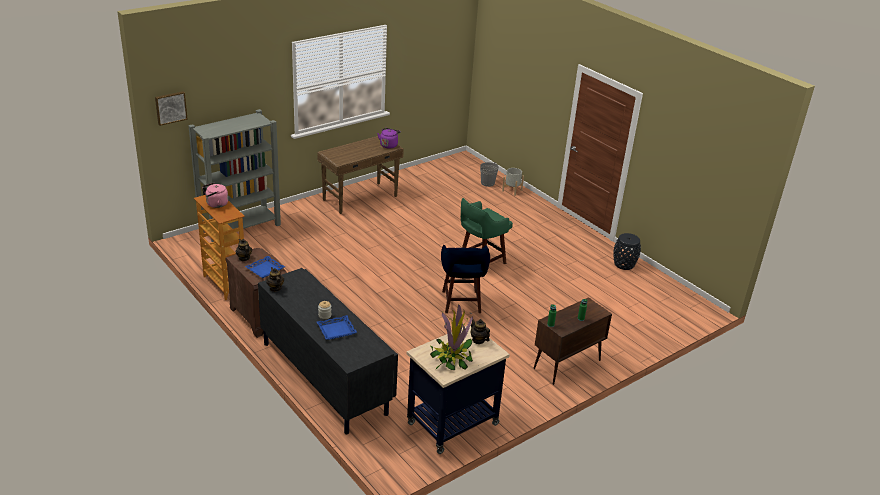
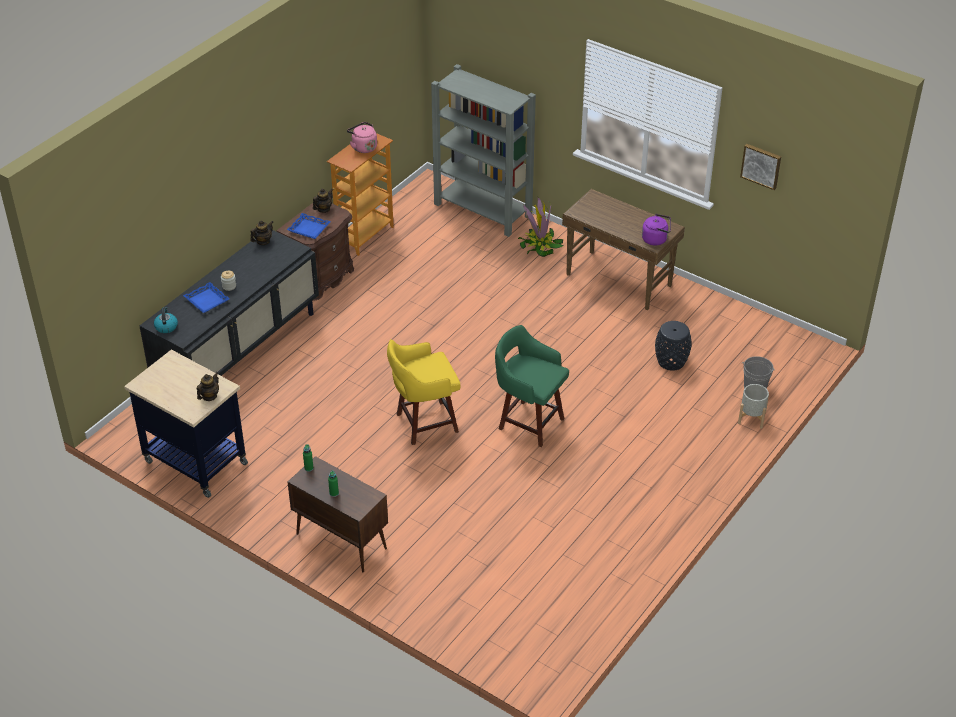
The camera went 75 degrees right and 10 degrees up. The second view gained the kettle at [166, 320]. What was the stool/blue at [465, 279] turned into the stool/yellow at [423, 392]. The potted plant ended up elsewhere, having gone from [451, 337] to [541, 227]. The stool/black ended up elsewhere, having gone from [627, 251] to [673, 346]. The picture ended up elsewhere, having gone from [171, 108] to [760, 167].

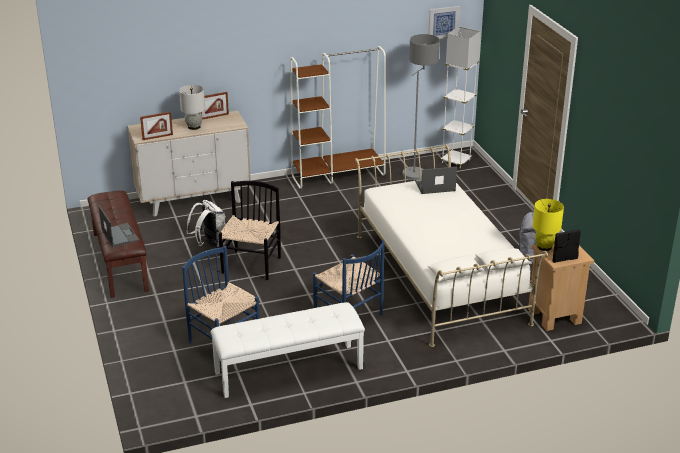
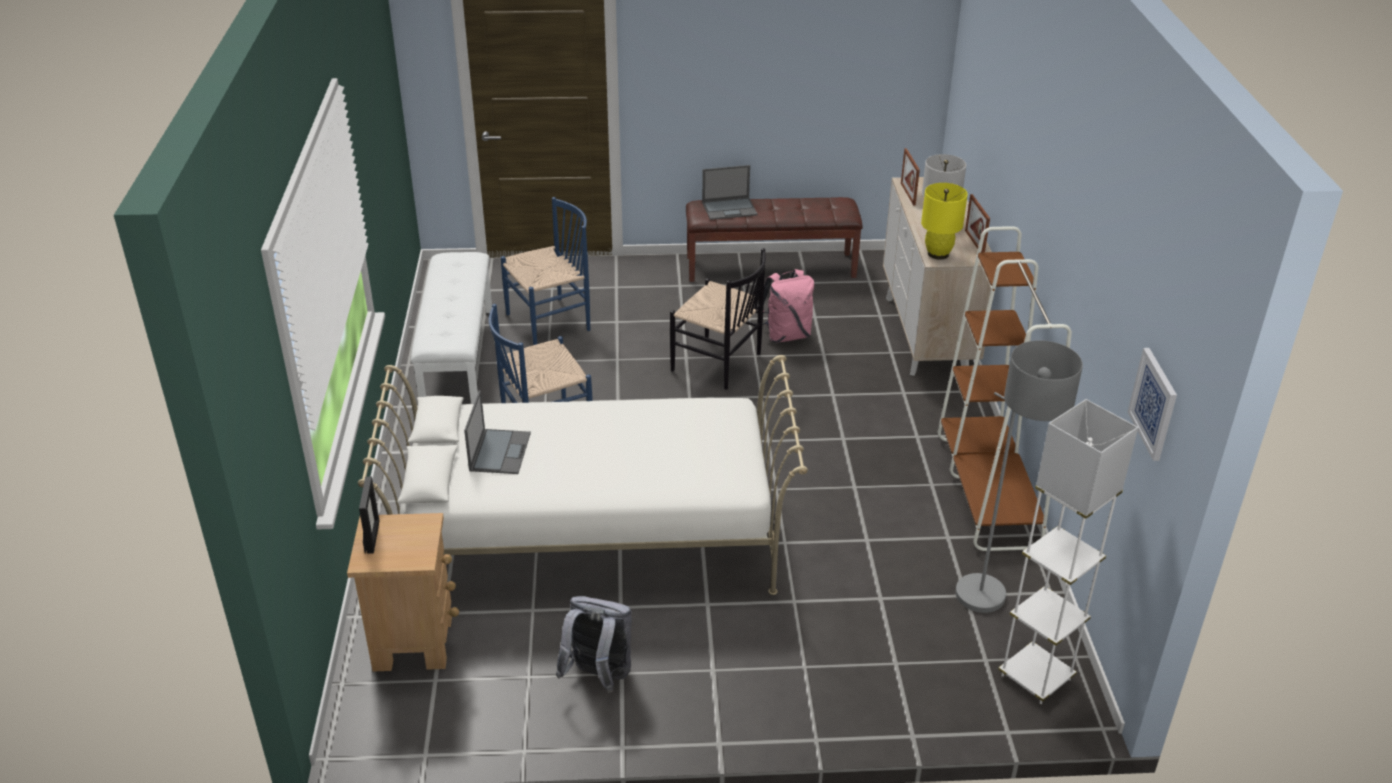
The camera went 105 degrees right and 5 degrees up. The laptop ended up elsewhere, having gone from [436, 180] to [497, 432]. What was the backpack/white at [206, 224] turned into the backpack/pink at [788, 306]. The table lamp/yellow ended up elsewhere, having gone from [548, 225] to [944, 221].

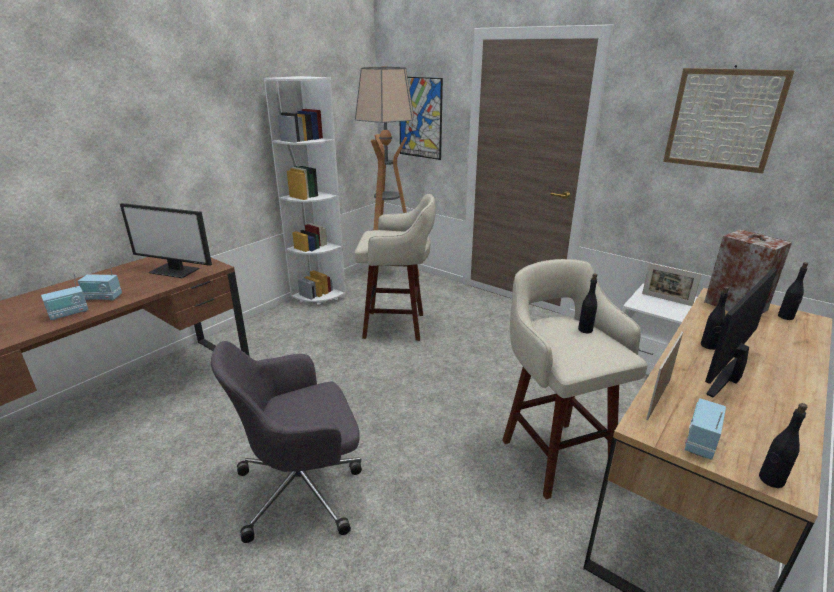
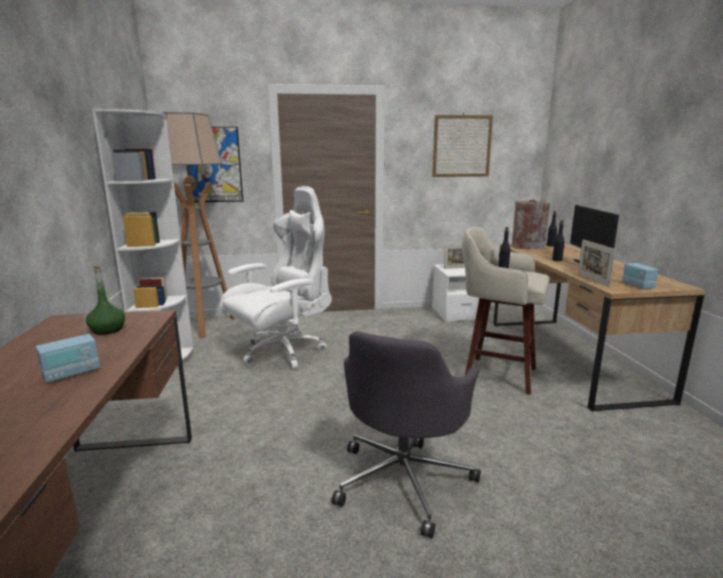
The camera went 45 degrees left and 10 degrees down. Where the monitor stood at [166, 240], the bottle/green came to stand at [105, 300]. Where the stool/beige stood at [395, 267], the office chair/white came to stand at [276, 278]. The second view lost the radio at [65, 296]. The second view lost the bottle/black at [783, 445].

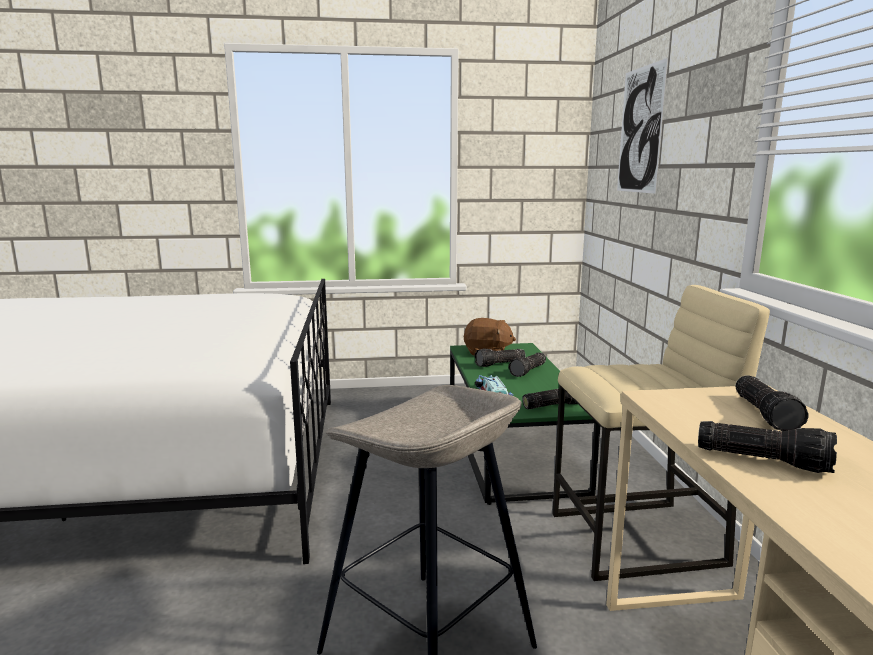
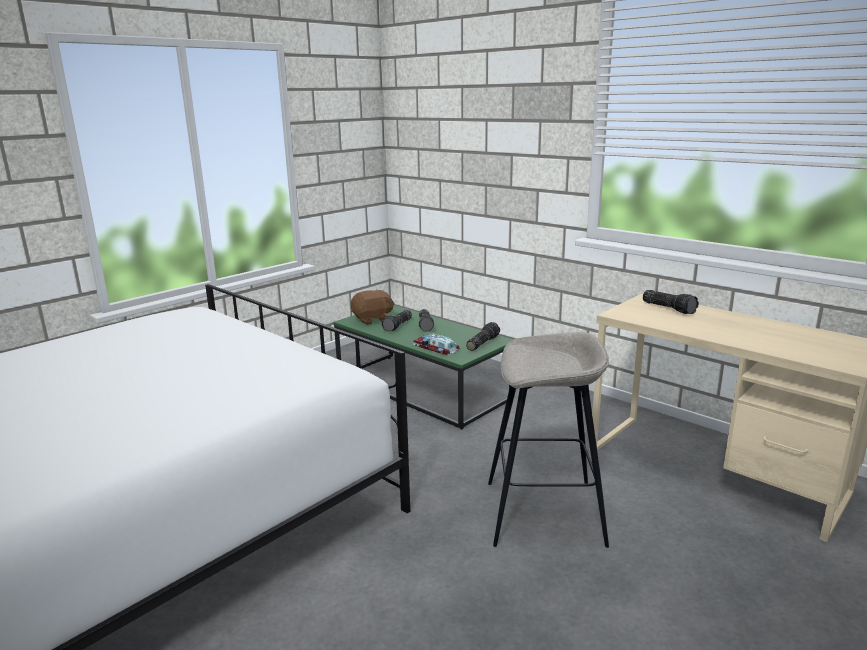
The camera went 40 degrees left and 5 degrees up. The second view lost the stool/beige at [661, 433]. The second view lost the picture at [642, 126]. The second view lost the flashlight at [767, 447].

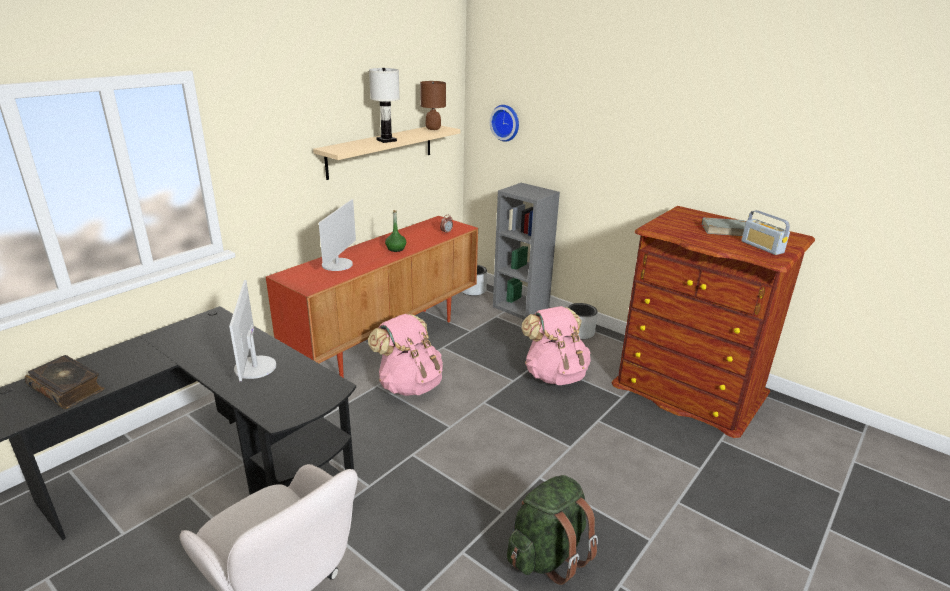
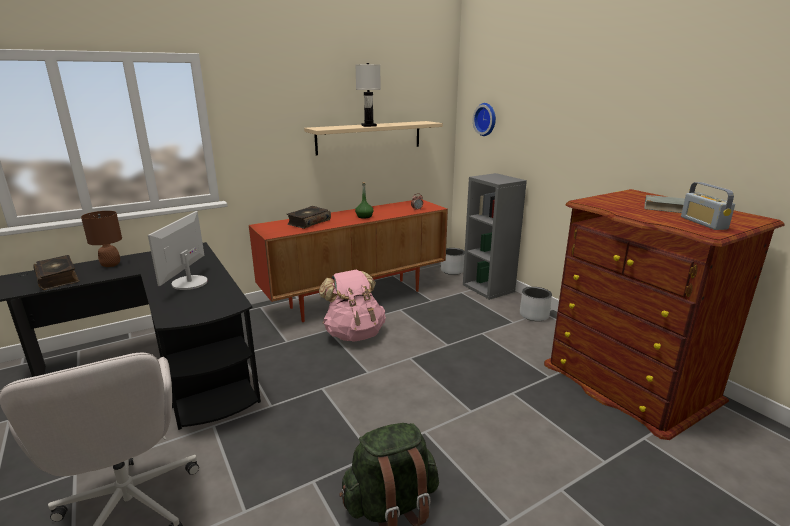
The camera went 20 degrees right and 5 degrees down. The table lamp/brown ended up elsewhere, having gone from [433, 105] to [101, 239]. Where the monitor stood at [337, 235], the book came to stand at [309, 217]. The second view lost the backpack/pink at [556, 345].

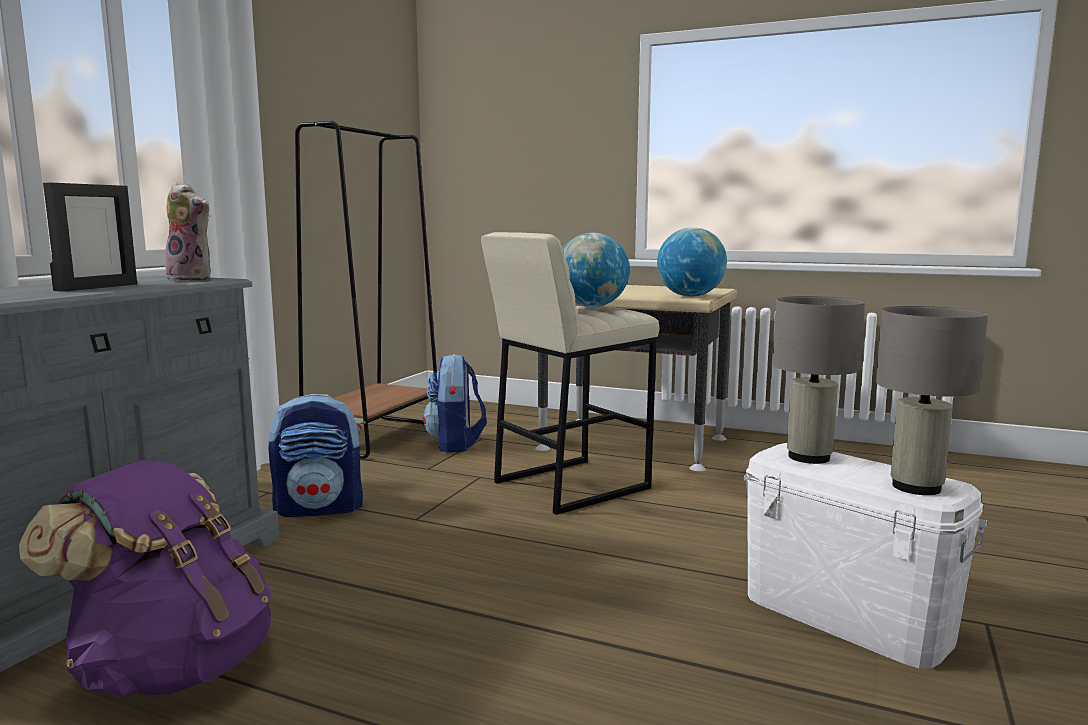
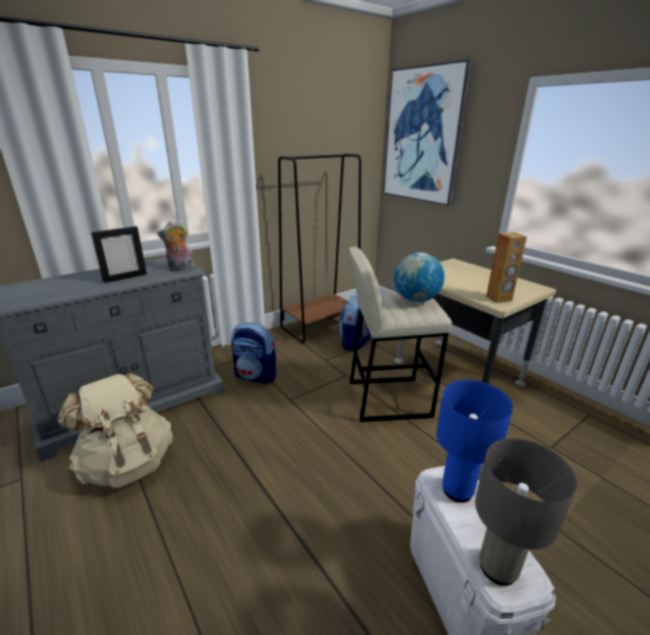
The camera went 30 degrees right and 15 degrees up. What was the backpack/purple at [145, 578] turned into the backpack/beige at [115, 430]. The plush toy at [188, 232] ended up facing another way, 105 degrees clockwise from before. The second view gained the picture at [428, 132]. What was the table lamp/grey at [819, 380] turned into the table lamp/blue at [475, 441]. Where the globe stood at [692, 262], the speaker/brown came to stand at [506, 267].

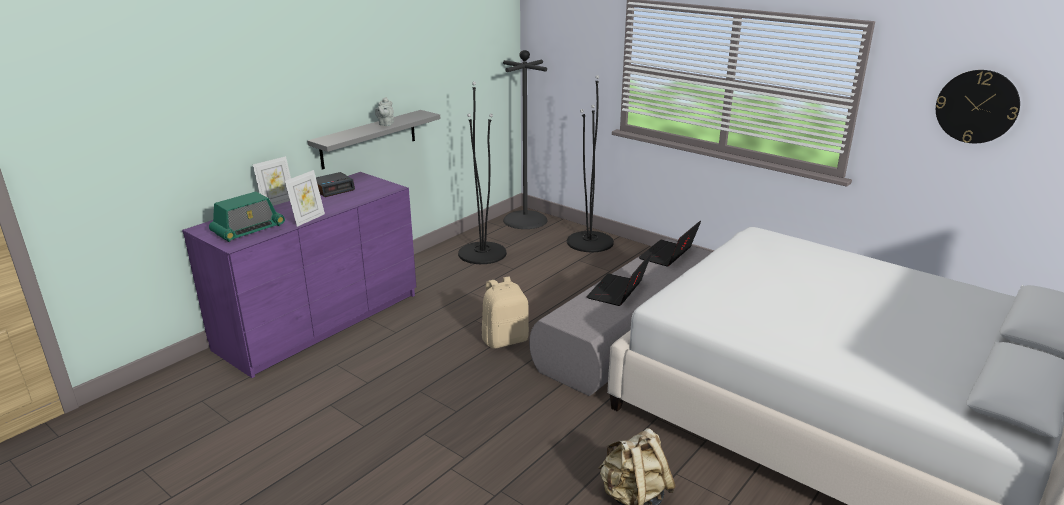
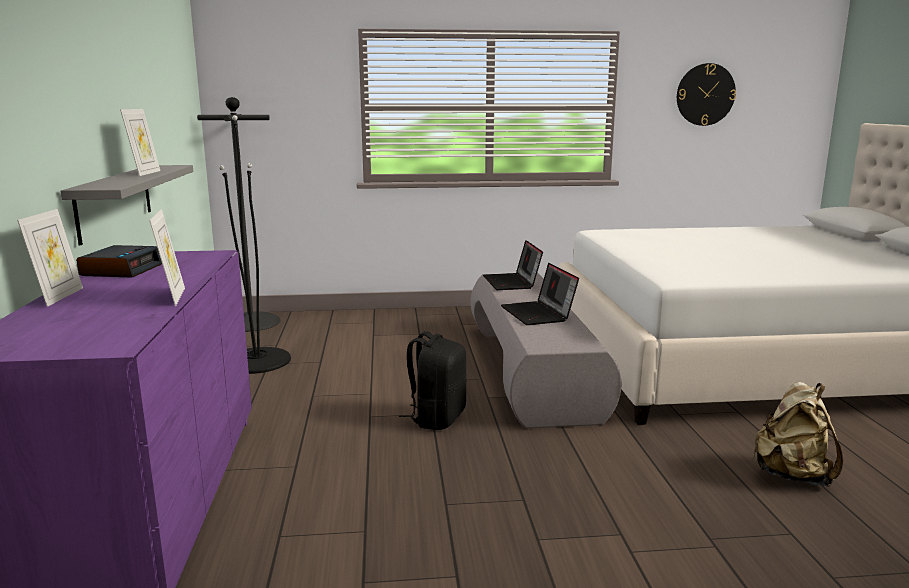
The camera went 45 degrees left and 10 degrees down. Where the teapot/grey stood at [384, 111], the picture frame came to stand at [140, 142]. What was the backpack/beige at [505, 313] turned into the backpack/black at [433, 380]. The second view lost the radio at [247, 217]. The second view lost the floor lamp/black at [590, 163].

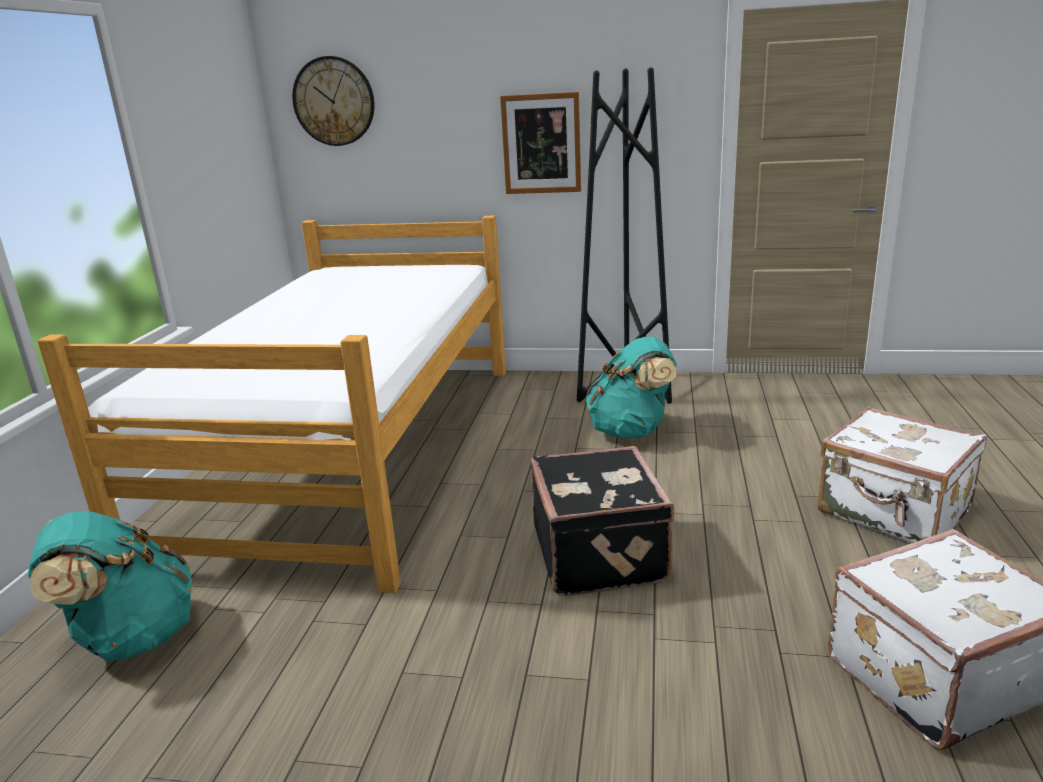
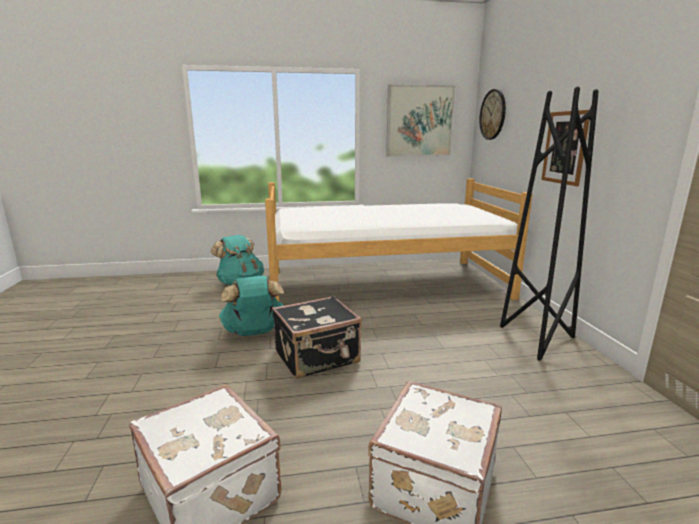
The camera went 70 degrees right and 5 degrees down. The backpack/turquoise ended up elsewhere, having gone from [631, 388] to [251, 306]. The second view gained the picture at [420, 120].

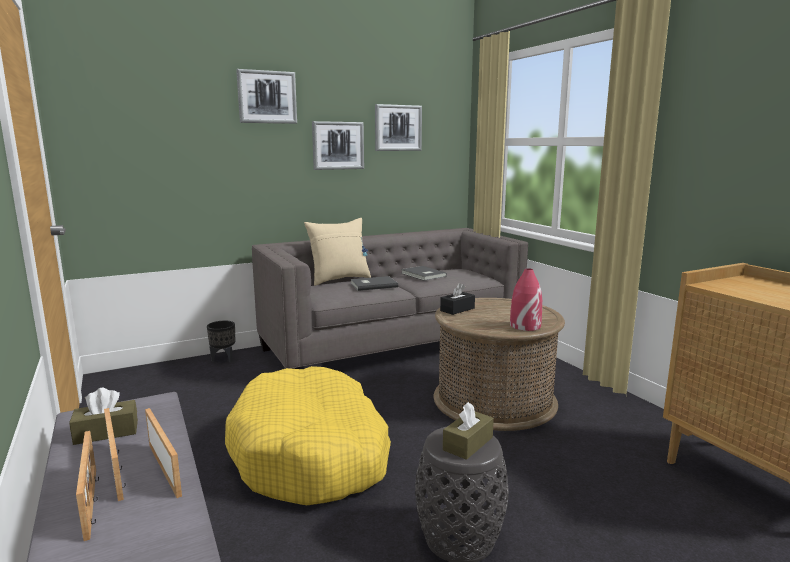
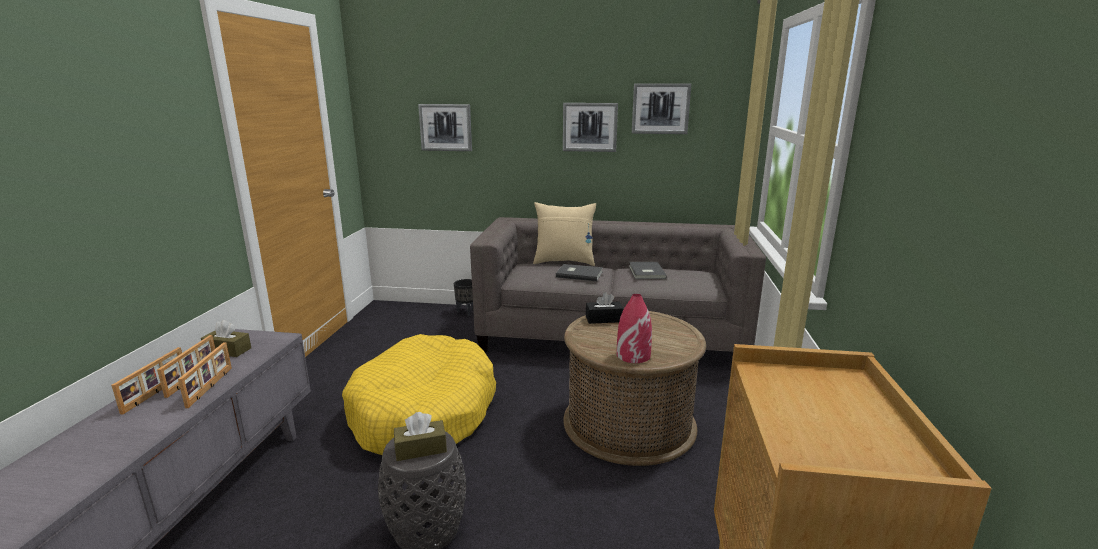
The camera went 35 degrees right and 5 degrees up. The picture ended up elsewhere, having gone from [266, 96] to [445, 127].

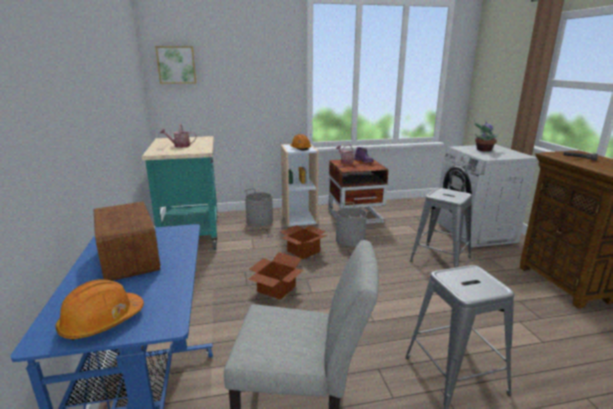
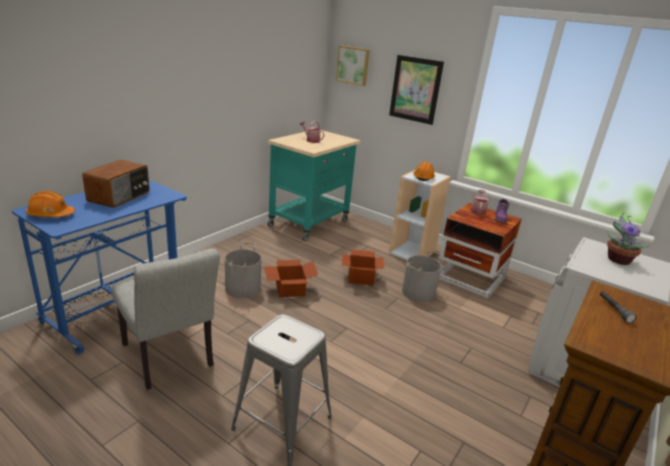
The camera went 45 degrees right and 5 degrees up. The bucket/grey ended up elsewhere, having gone from [259, 207] to [243, 270]. The second view gained the picture at [416, 90]. The second view lost the stool/grey at [441, 228].

